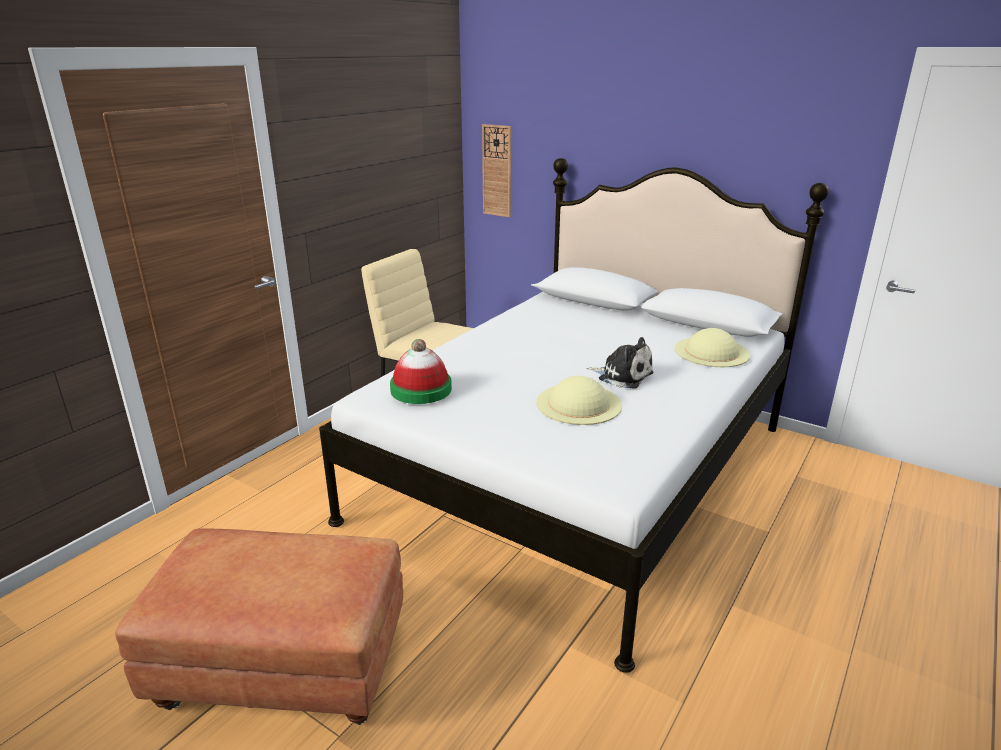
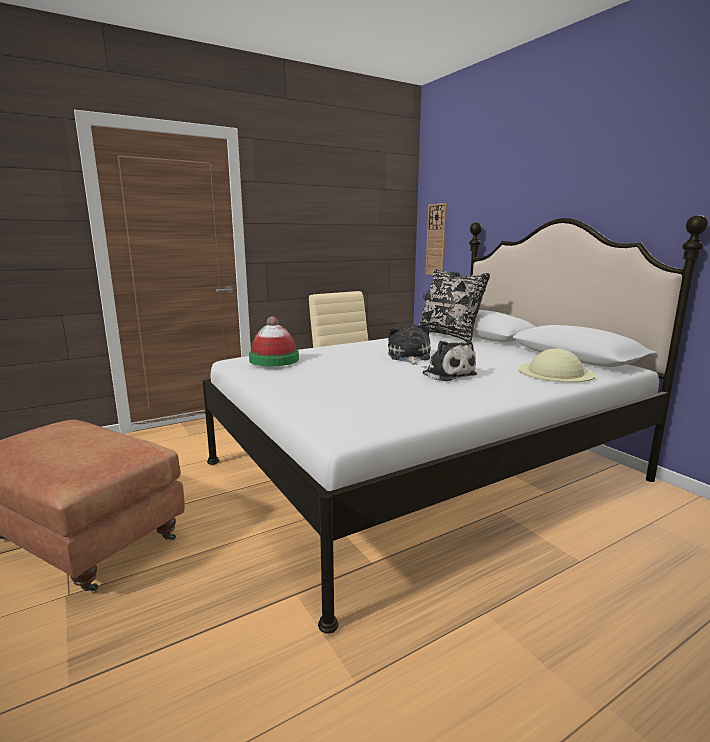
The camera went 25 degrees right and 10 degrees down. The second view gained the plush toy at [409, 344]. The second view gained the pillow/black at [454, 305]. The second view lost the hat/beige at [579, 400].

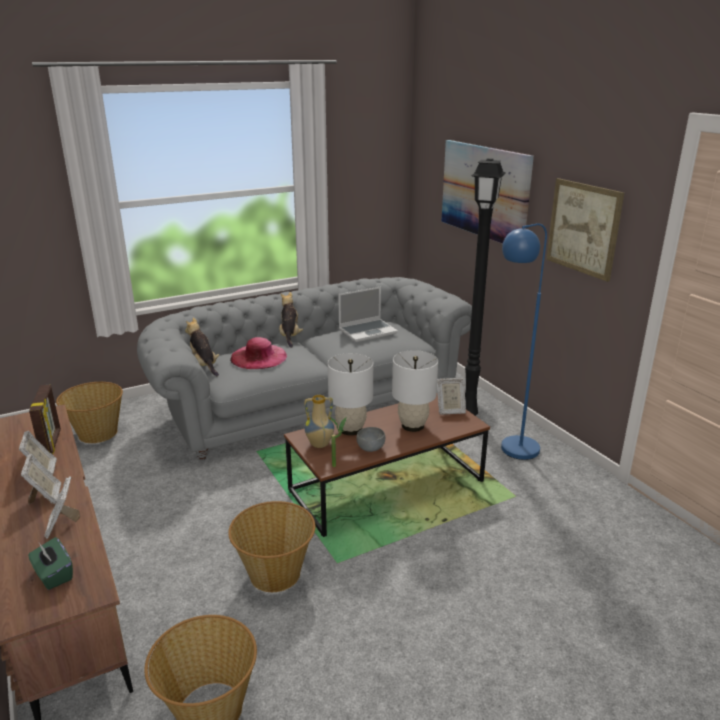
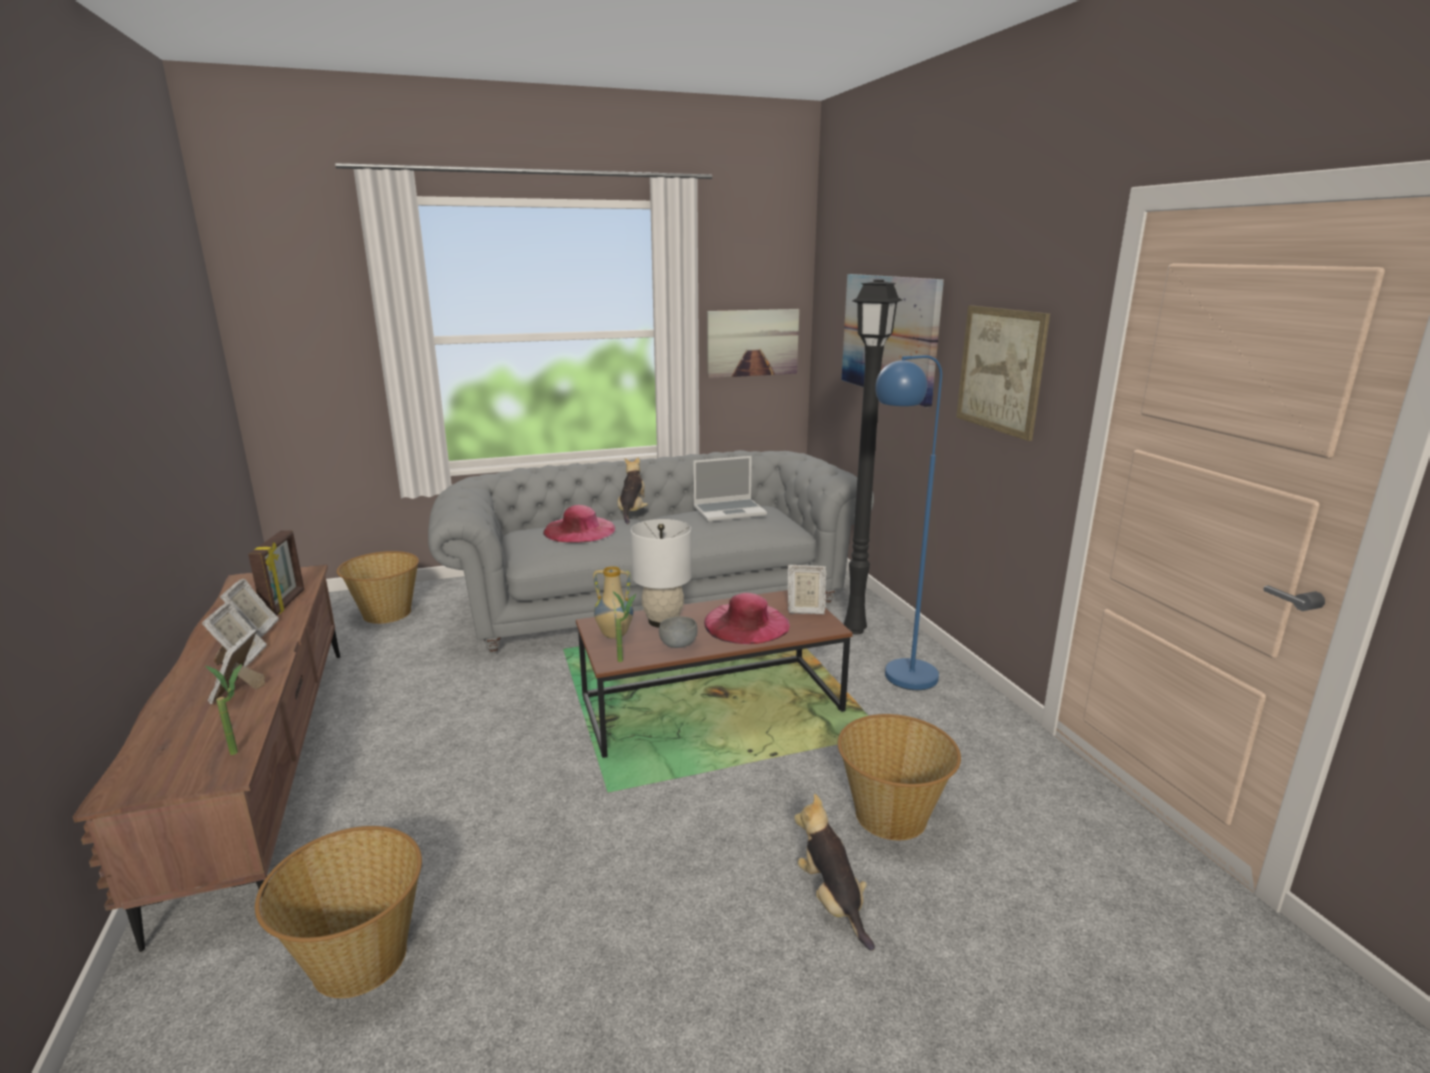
The camera went 10 degrees right and 5 degrees down. The second view gained the potted plant at [224, 709]. Where the table lamp/white stood at [415, 391], the hat/pink came to stand at [747, 618]. The second view gained the picture at [753, 343]. The plush toy ended up elsewhere, having gone from [202, 346] to [834, 872]. The basket ended up elsewhere, having gone from [272, 546] to [899, 777]. The second view lost the tissue box/green at [50, 563].

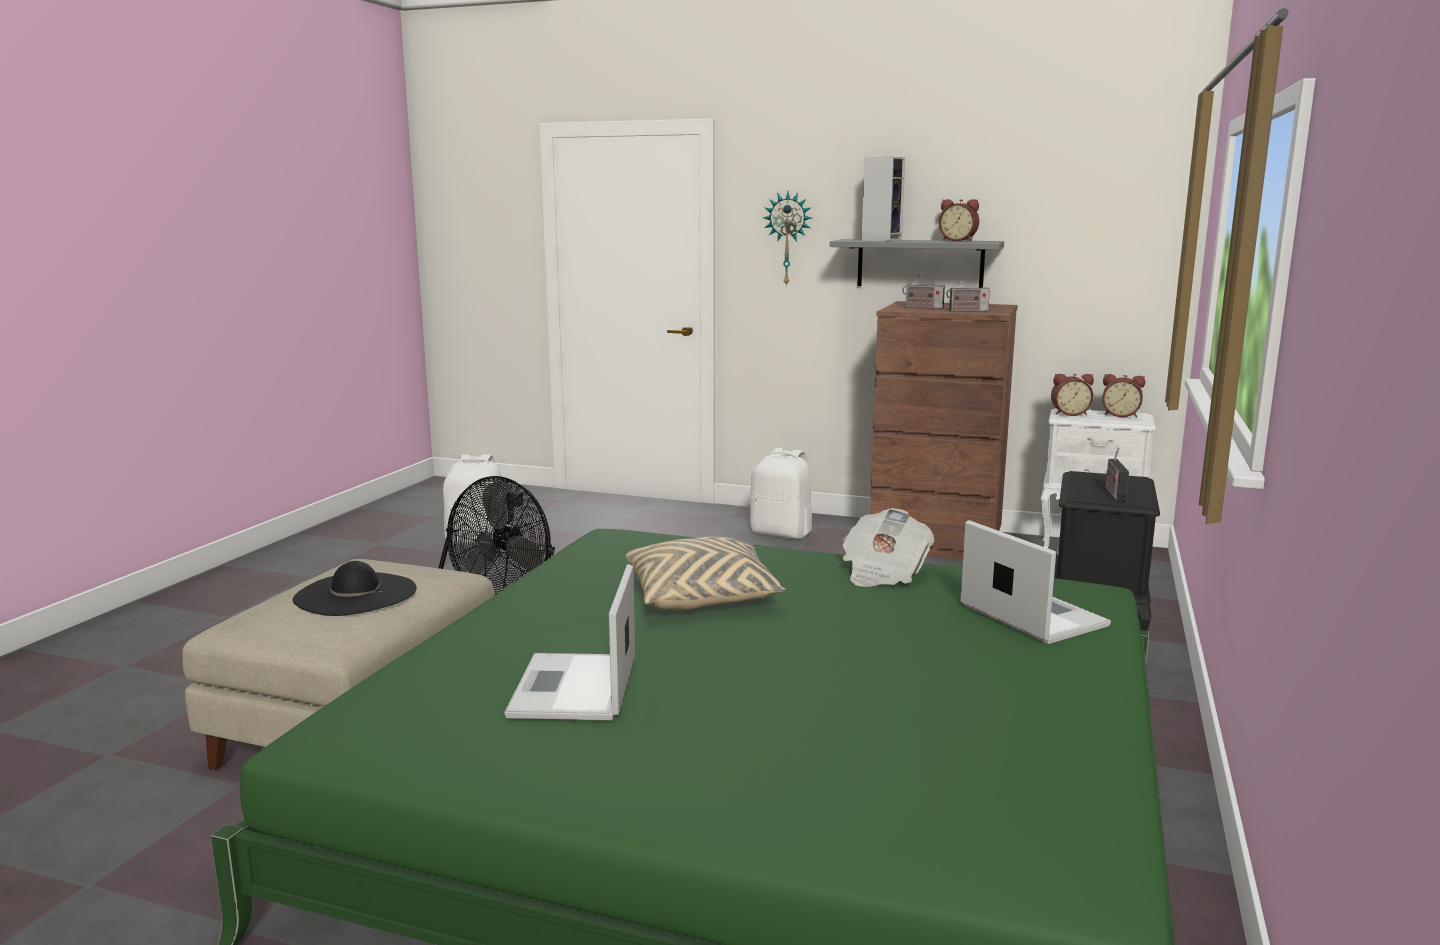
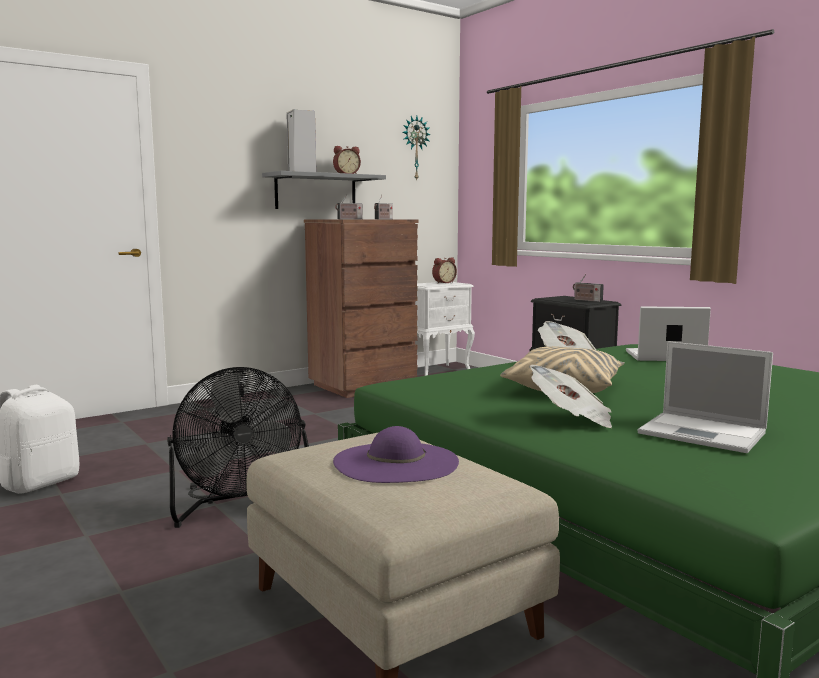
The camera went 55 degrees left and 5 degrees down. What was the hat/black at [354, 588] turned into the hat/purple at [396, 454]. The wall clock ended up elsewhere, having gone from [787, 239] to [417, 148]. The second view gained the newspaper at [571, 396]. The second view lost the backpack/white at [781, 493]. The second view lost the alarm clock at [1072, 395].

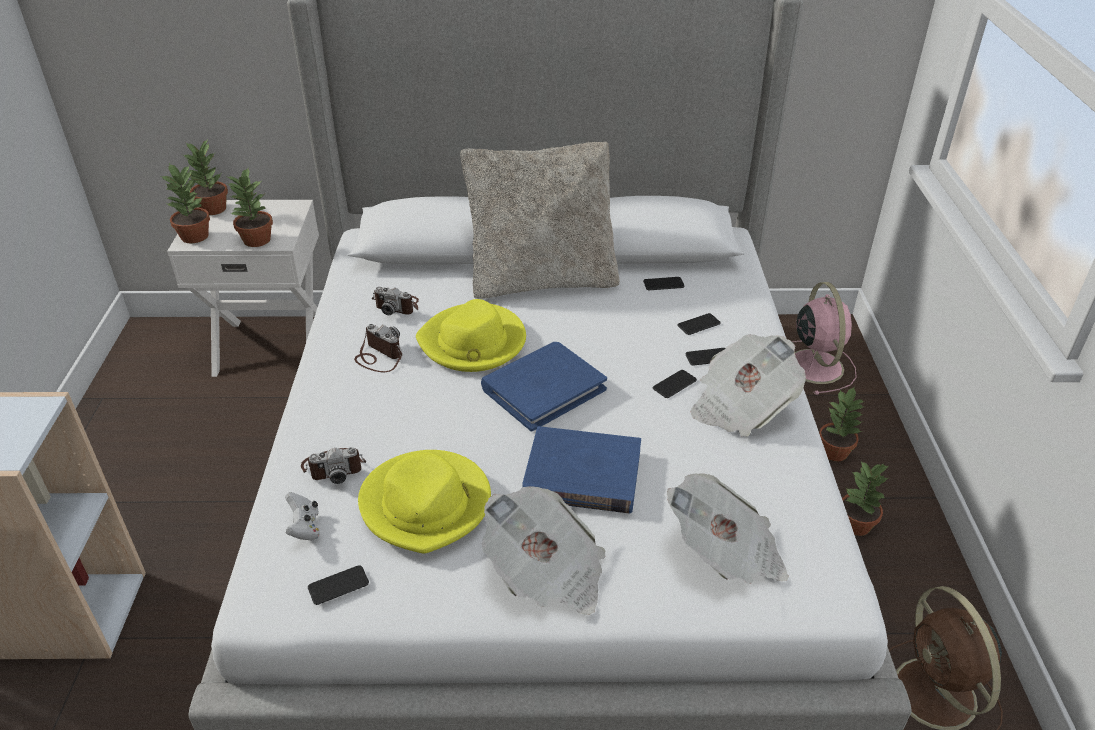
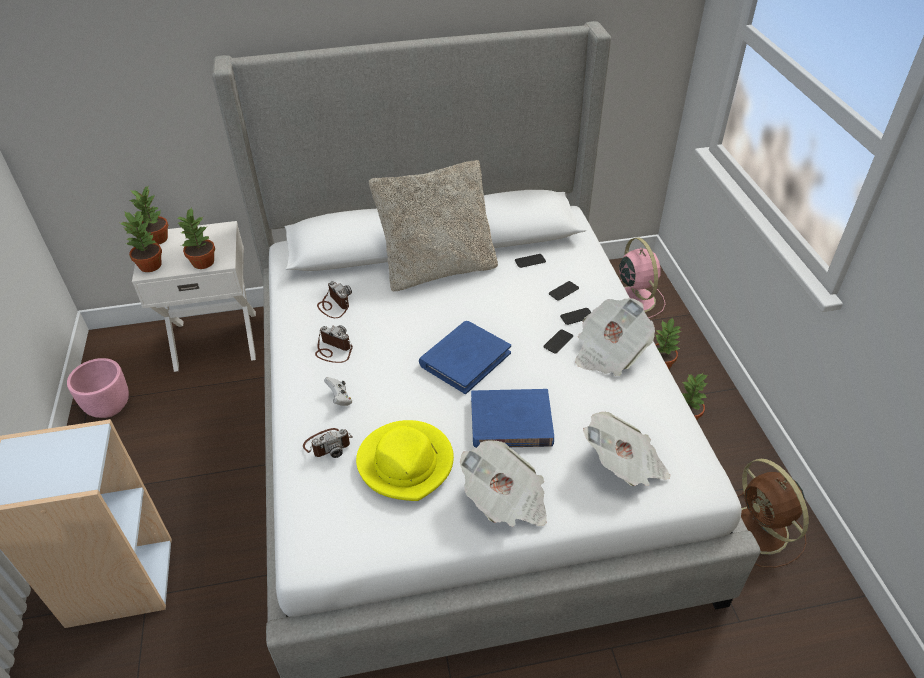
The camera went 10 degrees left and 5 degrees up. The second view gained the planter/pink at [98, 388]. The photo camera at [395, 301] ended up facing another way, 135 degrees counterclockwise from before. The game controller/white ended up elsewhere, having gone from [302, 516] to [338, 391]. The second view lost the phone at [338, 585]. The second view lost the hat/yellow at [471, 335].

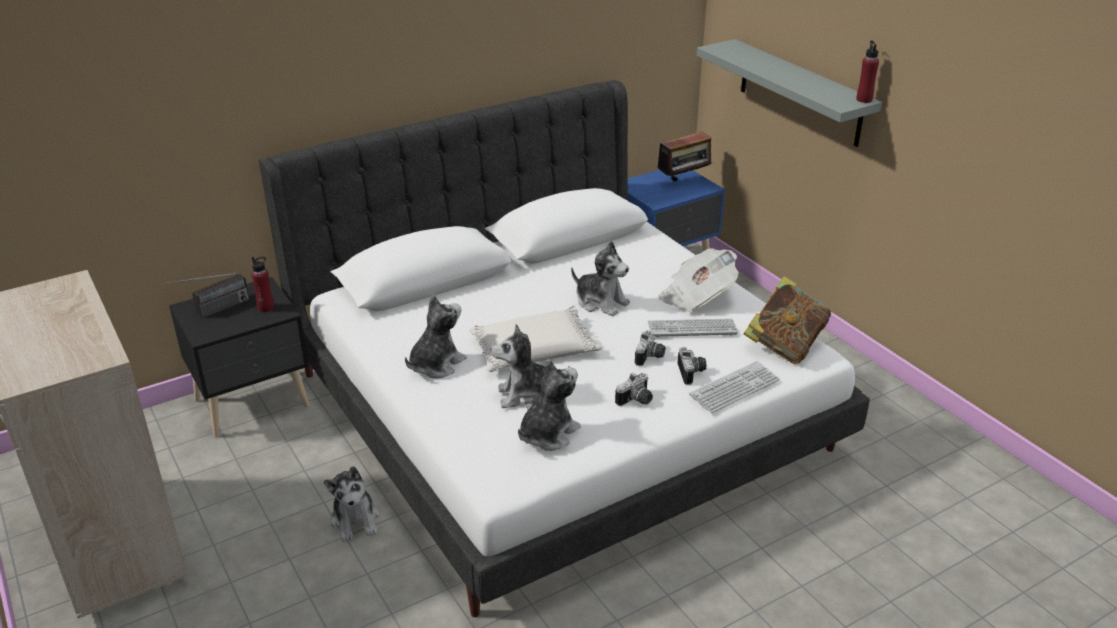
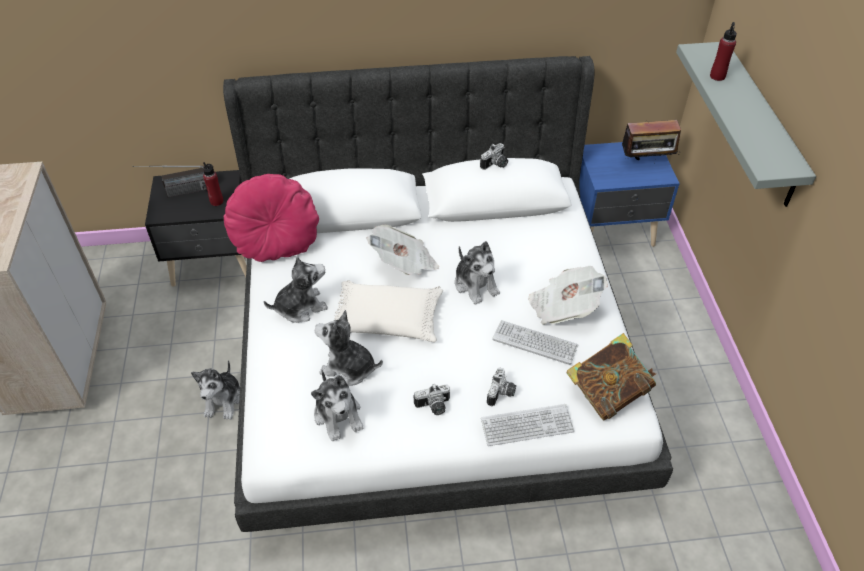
The camera went 25 degrees right and 15 degrees up. The second view gained the pillow/pink at [271, 218]. The plush toy at [549, 405] ended up facing another way, 90 degrees clockwise from before. The second view gained the newspaper at [402, 250]. The photo camera ended up elsewhere, having gone from [650, 348] to [494, 156]. The bottle/red ended up elsewhere, having gone from [867, 72] to [723, 51].

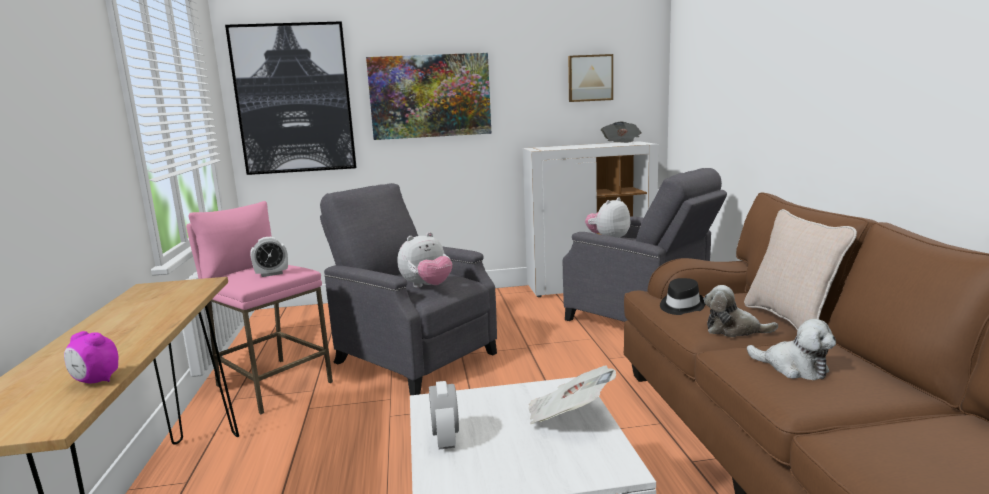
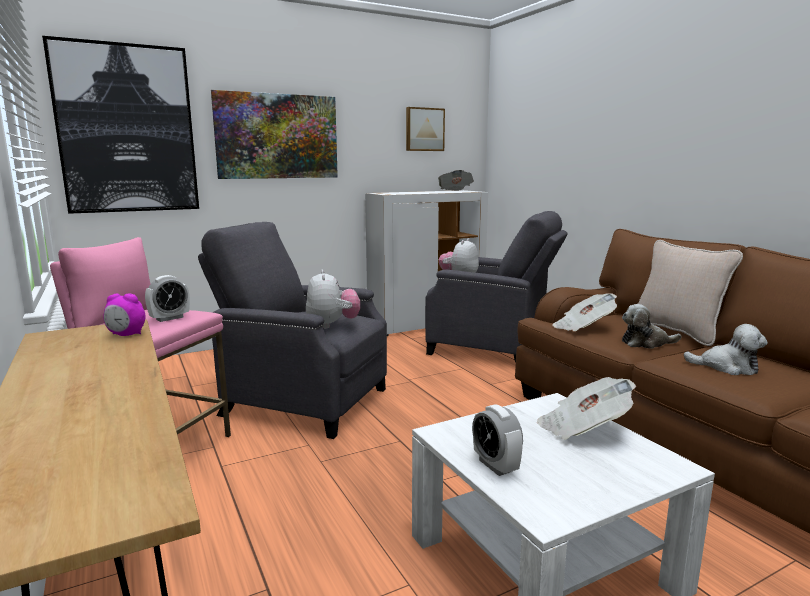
The camera went 20 degrees left and 0 degrees up. The alarm clock ended up elsewhere, having gone from [91, 357] to [124, 315]. The plush toy at [424, 260] ended up facing another way, 45 degrees counterclockwise from before. Where the hat/black stood at [682, 296], the newspaper came to stand at [585, 312].

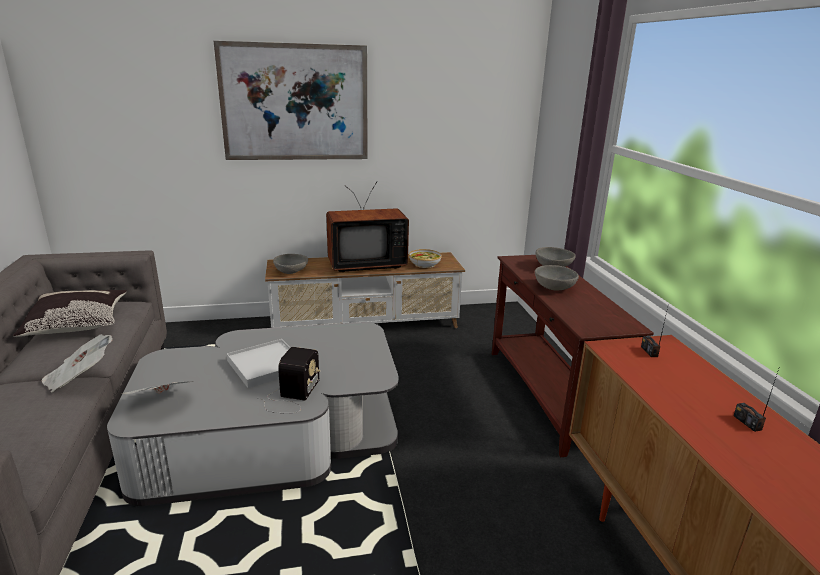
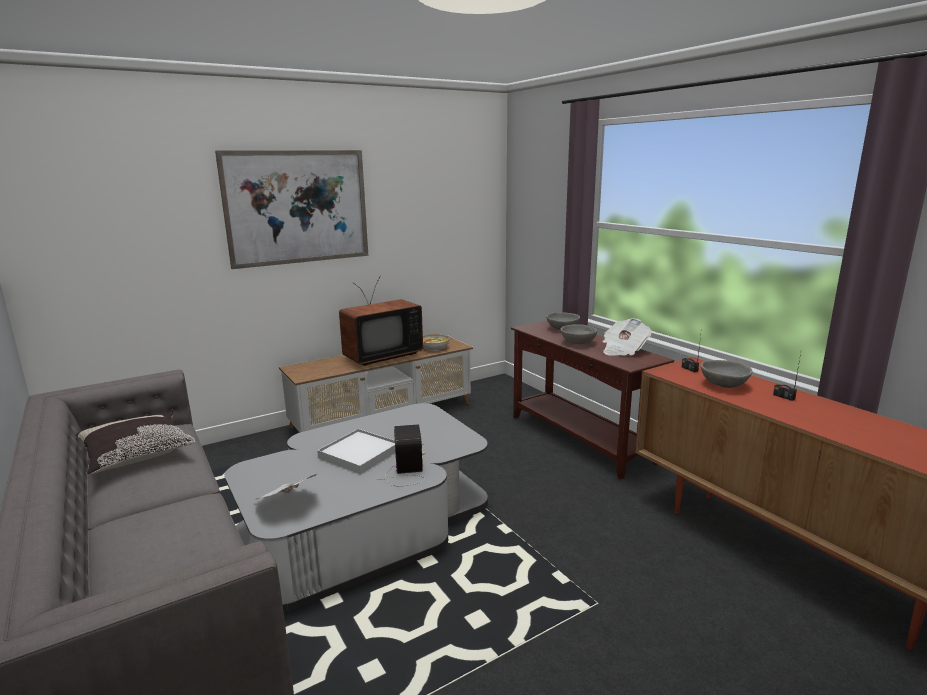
The camera went 20 degrees left and 5 degrees down. The newspaper ended up elsewhere, having gone from [77, 363] to [627, 337]. The bowl/grey ended up elsewhere, having gone from [290, 264] to [727, 374].

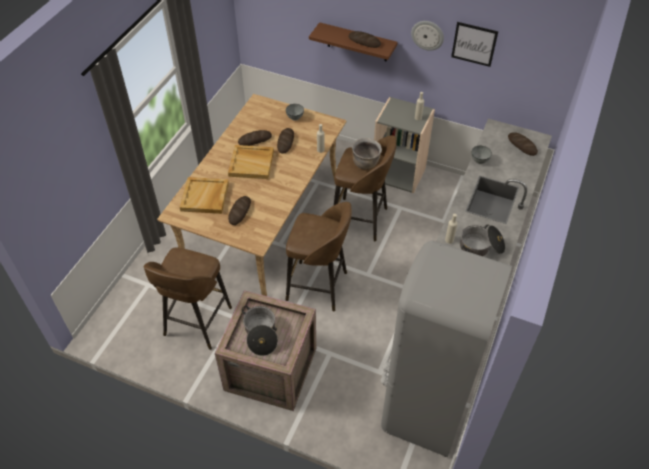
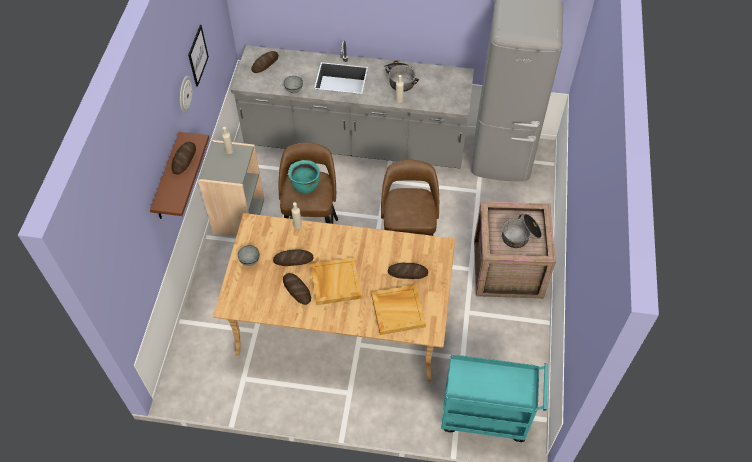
The camera went 105 degrees left and 5 degrees up. What was the cooking pot/brown at [367, 153] turned into the cooking pot/turquoise at [304, 176]. The second view gained the cart/turquoise at [494, 398]. The second view lost the stool/brown at [188, 298].

